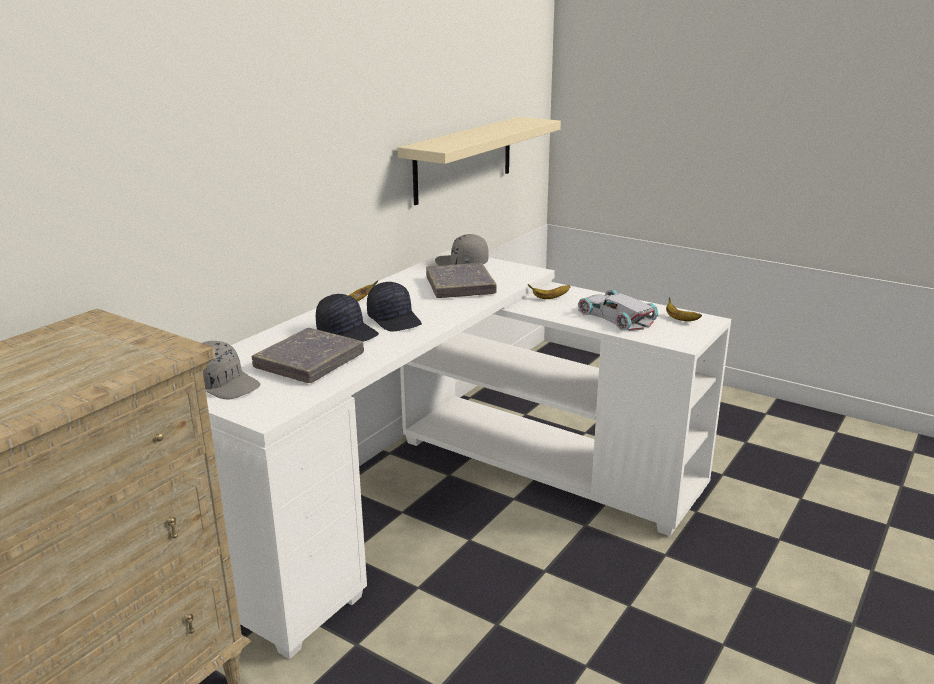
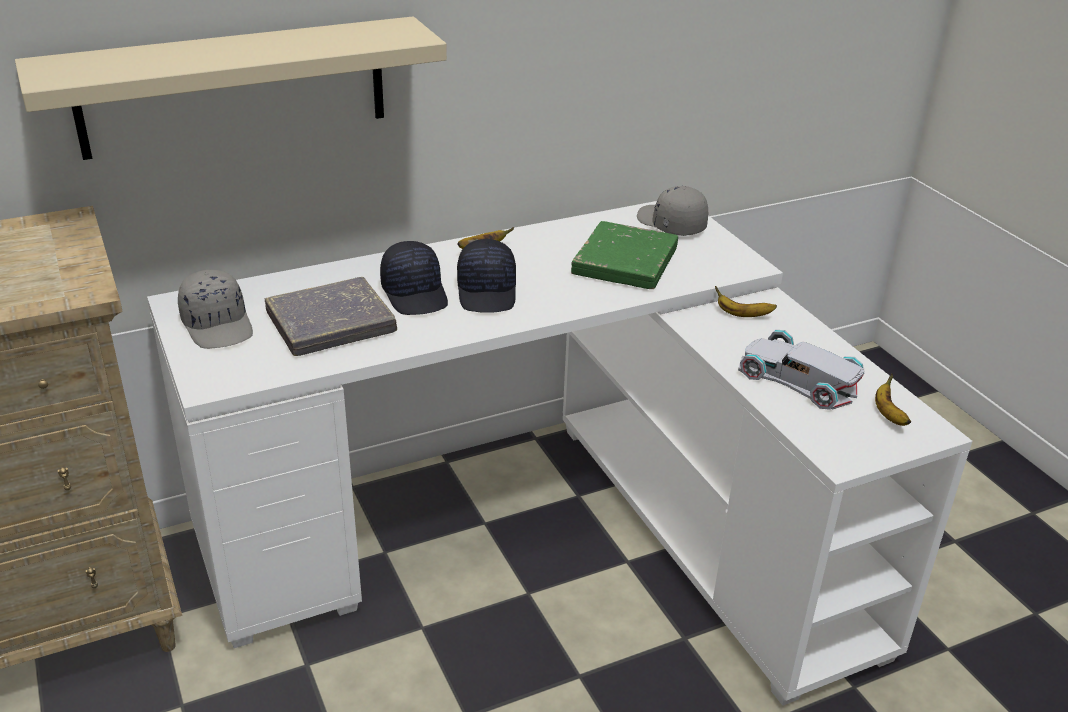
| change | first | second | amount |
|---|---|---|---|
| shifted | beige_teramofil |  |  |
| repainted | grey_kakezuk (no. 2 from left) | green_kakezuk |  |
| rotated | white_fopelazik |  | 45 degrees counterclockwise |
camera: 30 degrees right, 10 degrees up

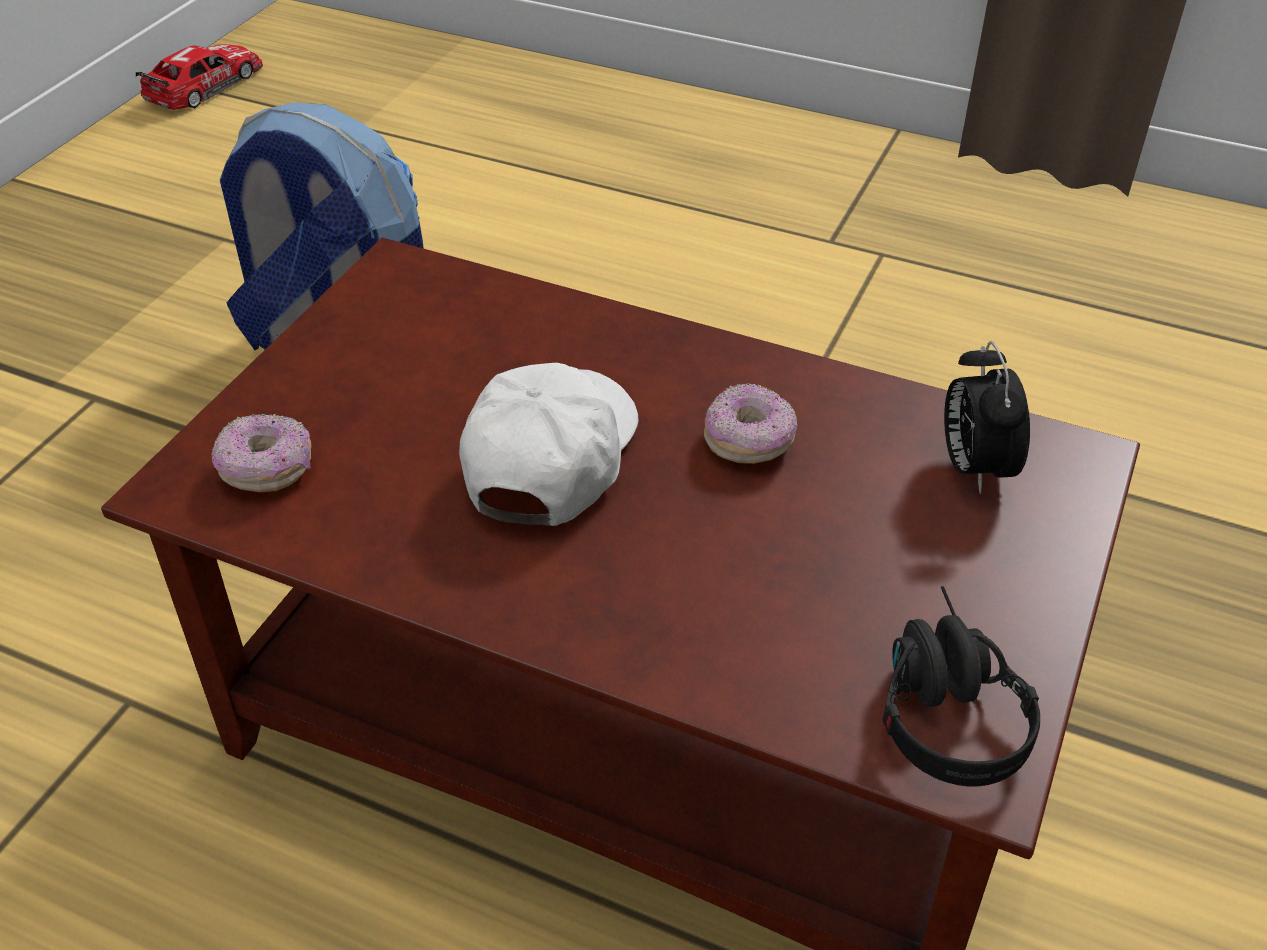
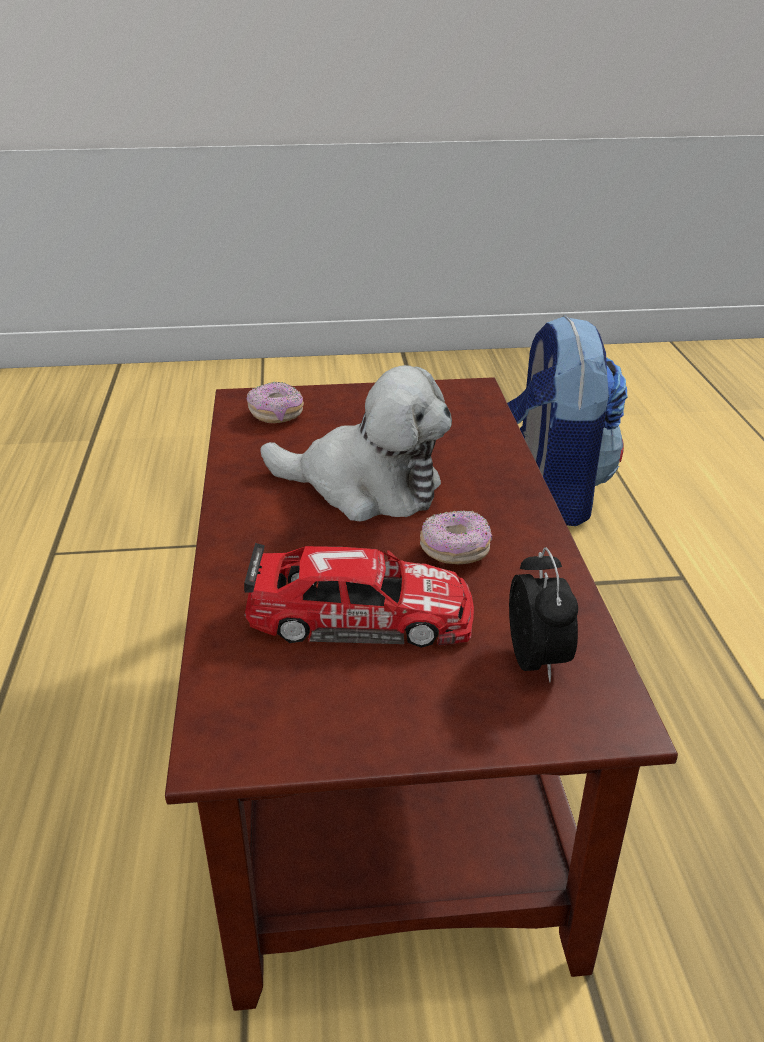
| change | first | second | amount |
|---|---|---|---|
| shifted | fopelazik |  |  |
| swapped | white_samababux | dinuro |  |
| rotated | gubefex |  | 120 degrees clockwise |
| gone | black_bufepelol |  |  |
camera: 60 degrees right, 10 degrees down

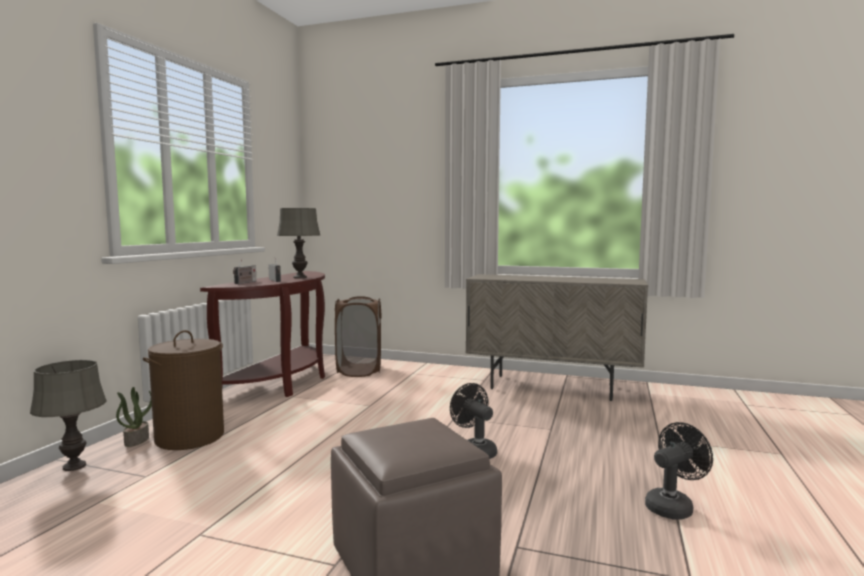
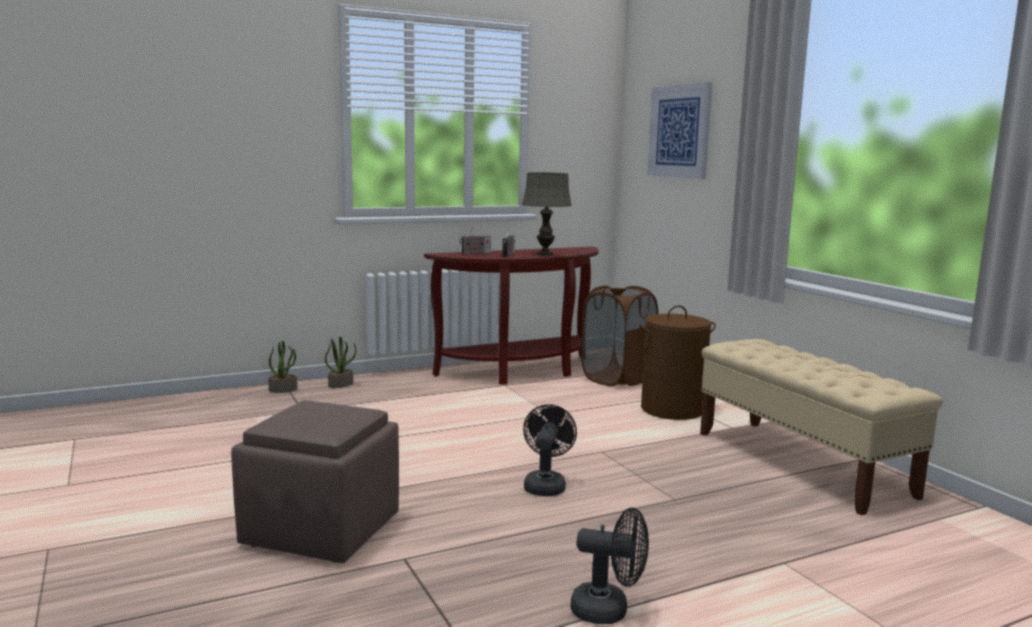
| change | first | second | amount |
|---|---|---|---|
| swapped | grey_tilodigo (no. 1 from left) | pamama (no. 1 from left) |  |
| shifted | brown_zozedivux (no. 1 from left in the first image) | brown_zozedivux (no. 2 from left) |  |
| new |  | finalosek |  |
| swapped | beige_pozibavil | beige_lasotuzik |  |
camera: 45 degrees right, 5 degrees up

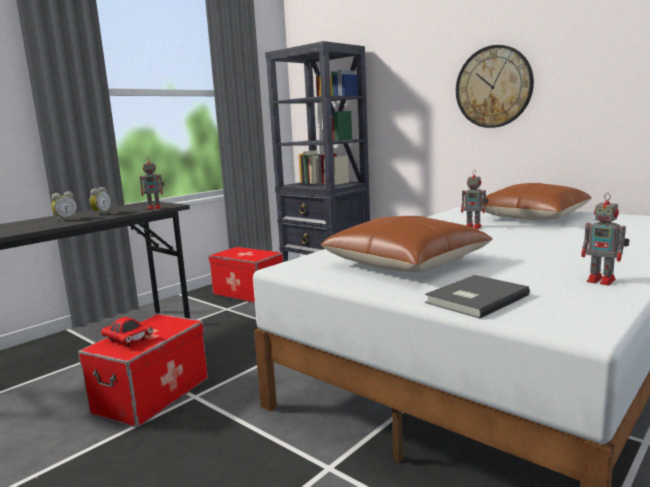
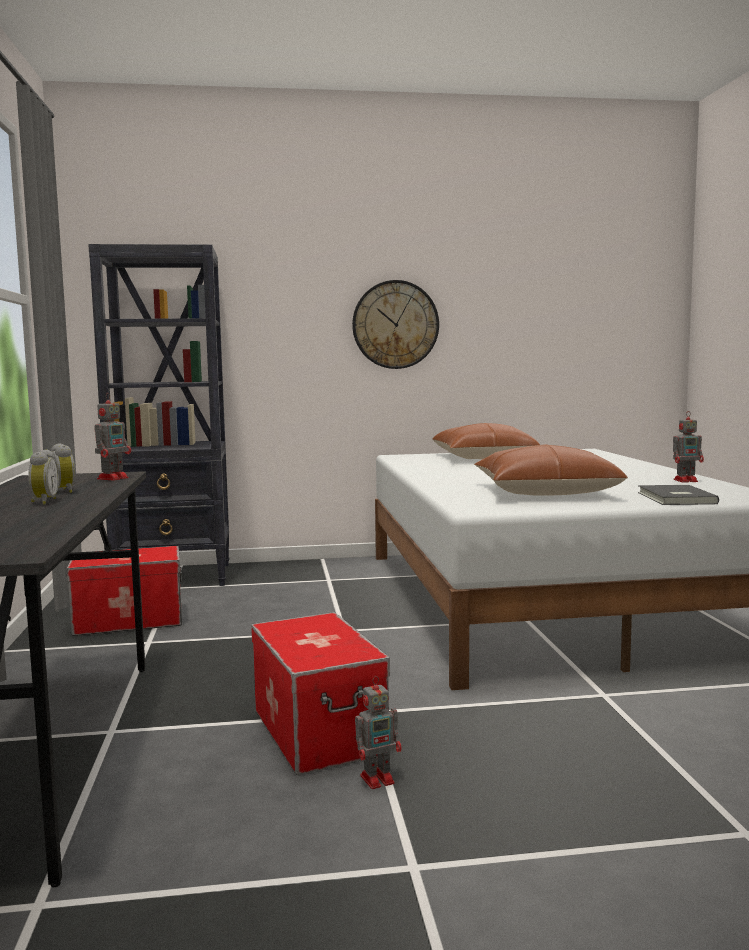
| change | first | second | amount |
|---|---|---|---|
| shifted | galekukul (no. 2 from left) |  |  |
| gone | red_fopelazik |  |  |
camera: 50 degrees left, 5 degrees down

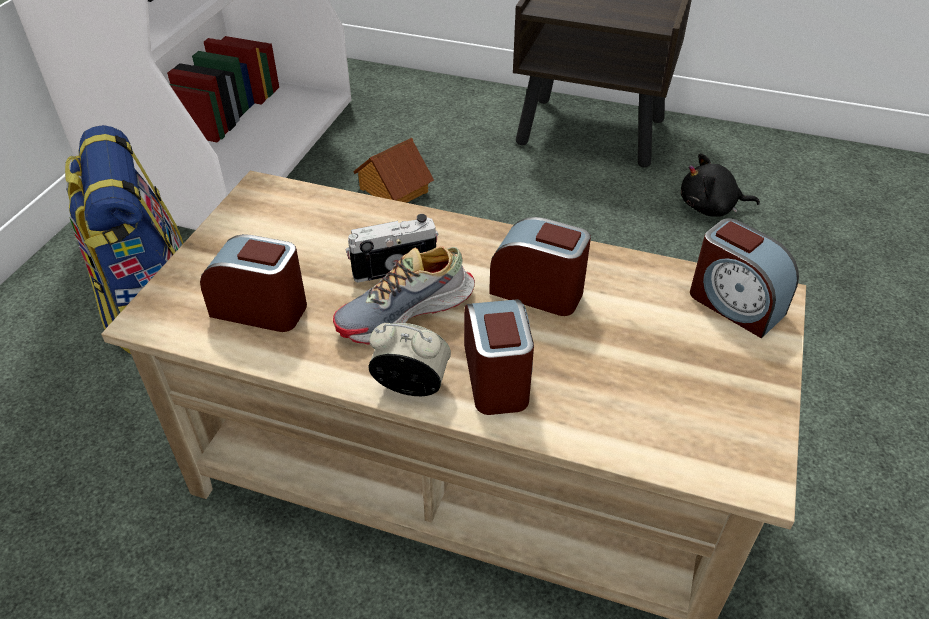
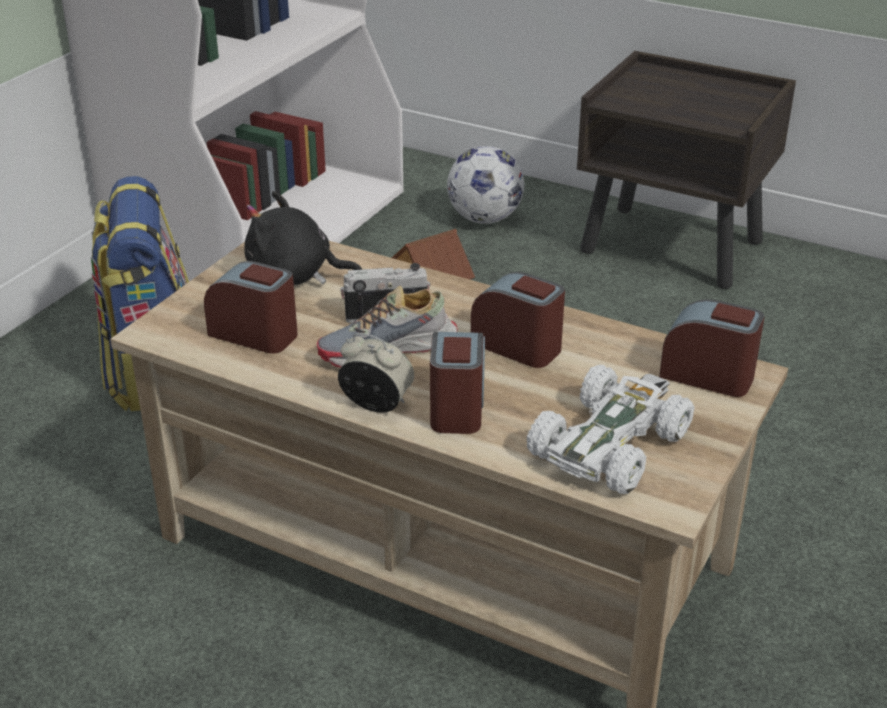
| change | first | second | amount |
|---|---|---|---|
| shifted | black_dinuro |  |  |
| new |  | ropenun |  |
| new |  | white_fopelazik |  |
| rotated | gubefex (no. 5 from left) |  | 150 degrees clockwise |
camera: 10 degrees right, 10 degrees down

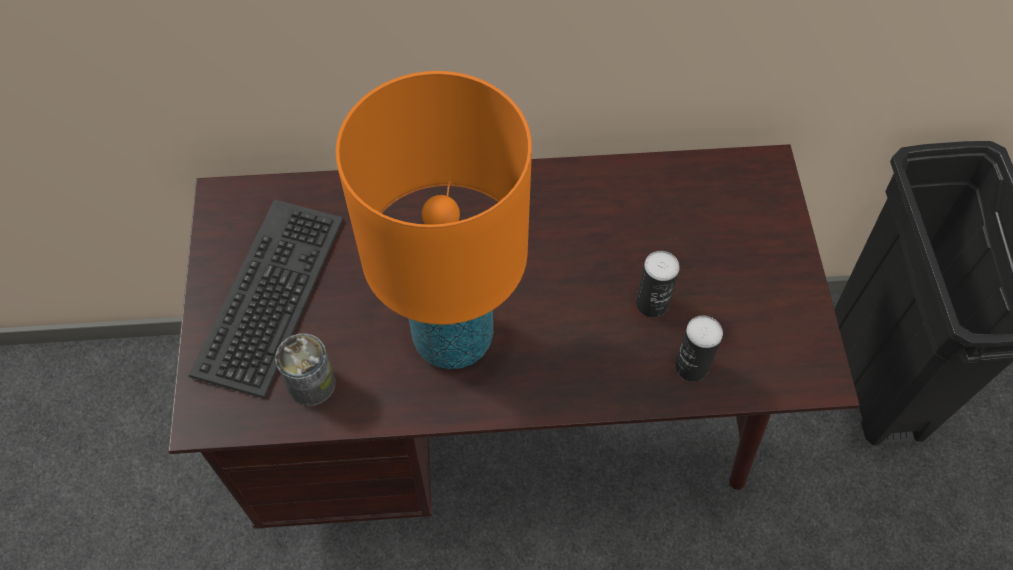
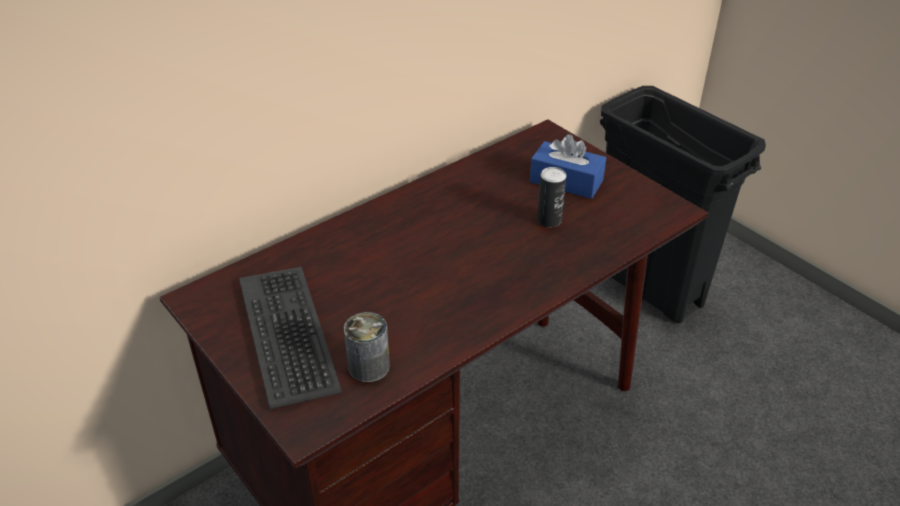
| change | first | second | amount |
|---|---|---|---|
| new |  | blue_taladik |  |
| gone | orange_tilodigo |  |  |
| gone | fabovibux (no. 3 from left) |  |  |
camera: 35 degrees left, 20 degrees down

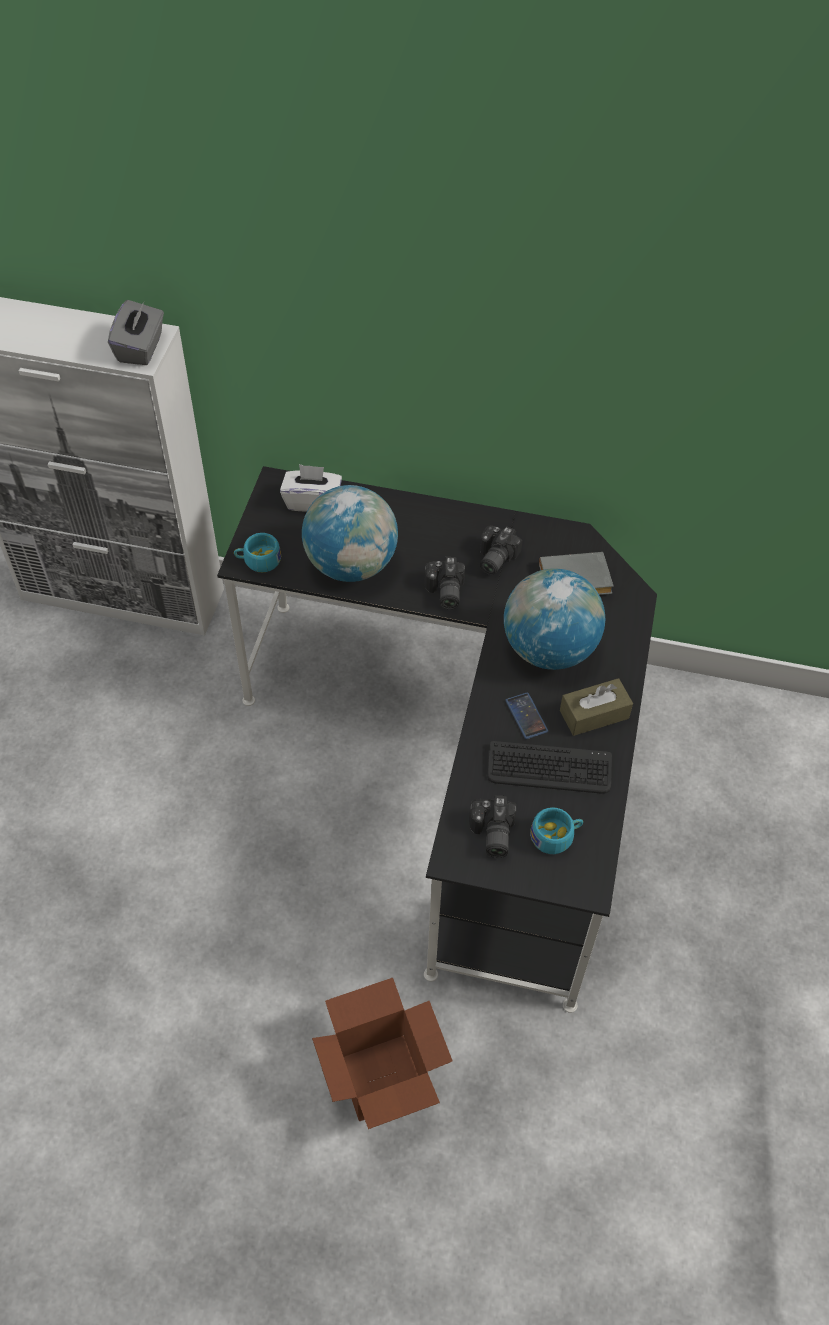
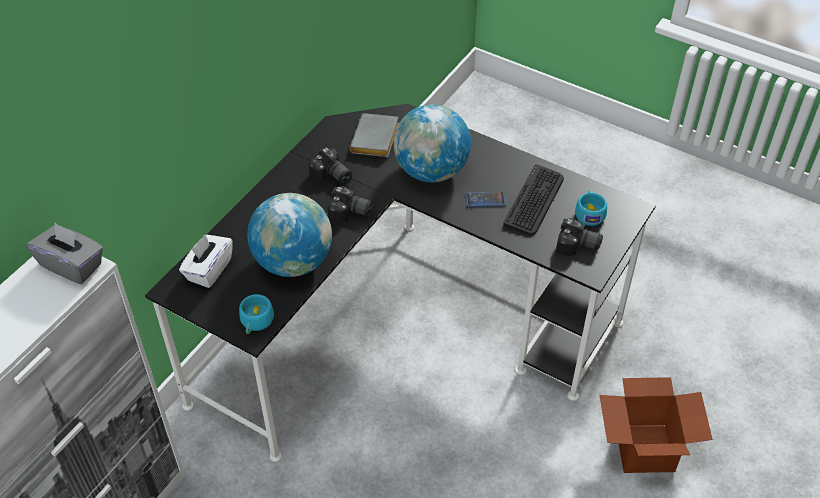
| change | first | second | amount |
|---|---|---|---|
| gone | brown_taladik |  |  |
camera: 70 degrees left, 5 degrees down

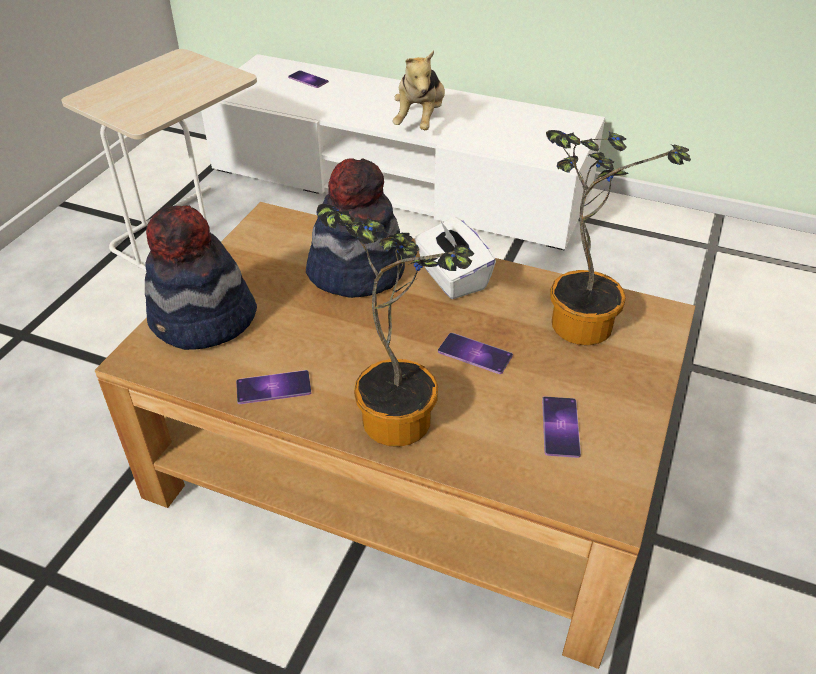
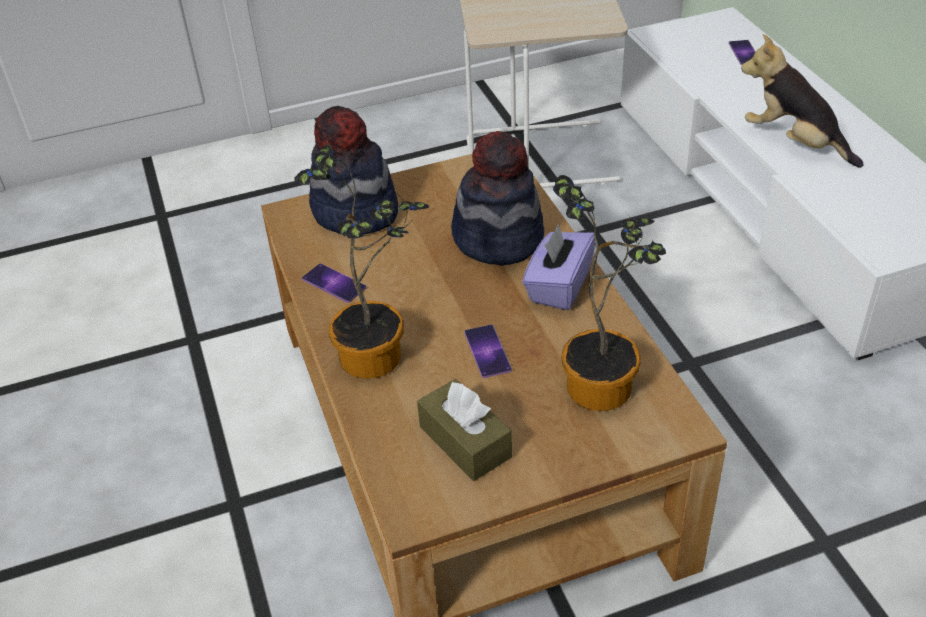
| change | first | second | amount |
|---|---|---|---|
| swapped | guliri (no. 4 from left) | brown_taladik |  |
| repainted | white_taladik | purple_taladik |  |
| rotated | dinuro |  | 75 degrees clockwise |
camera: 50 degrees right, 0 degrees up

